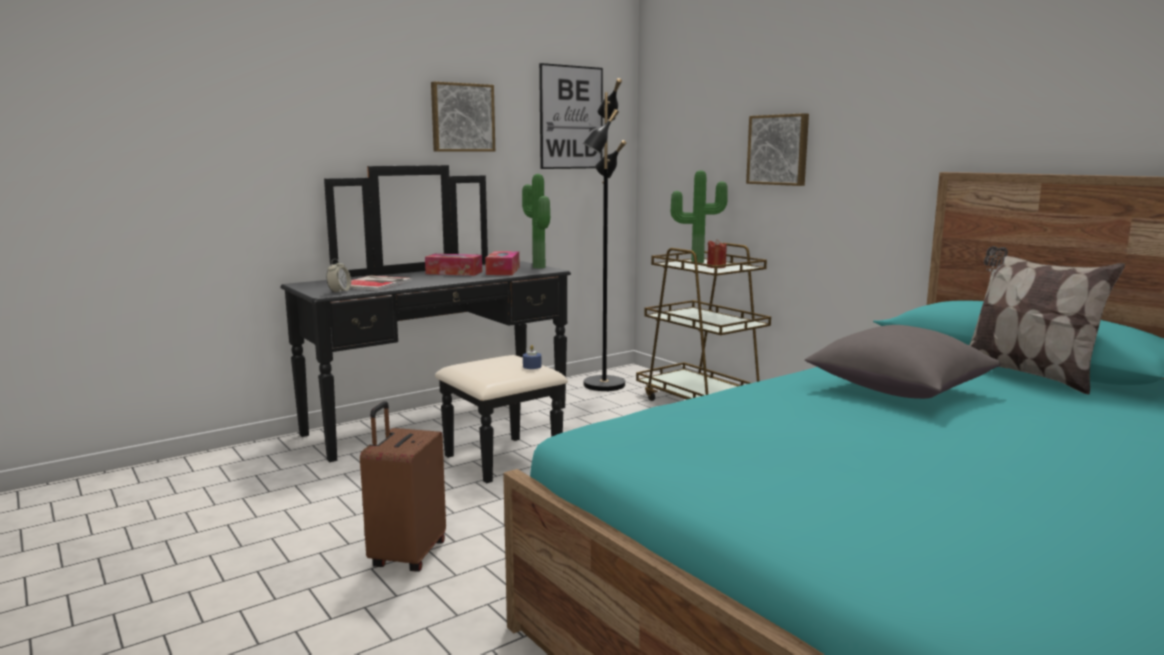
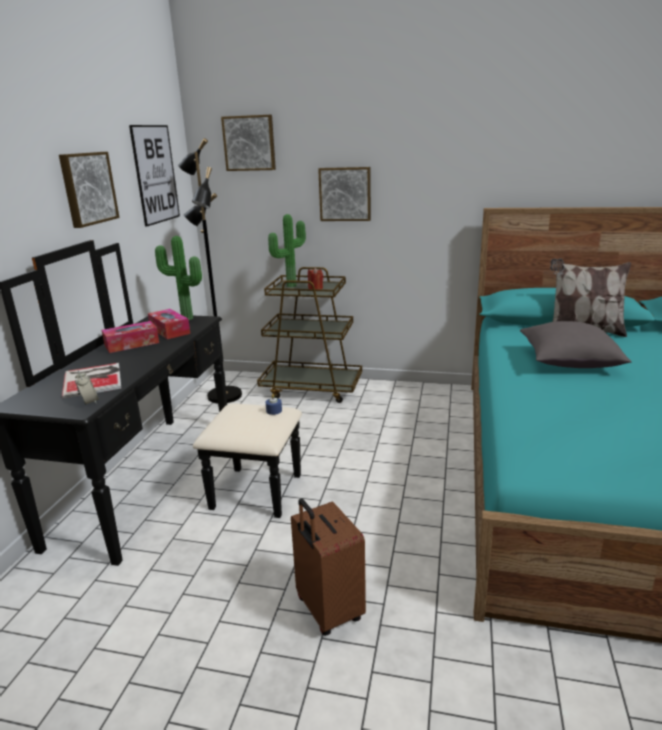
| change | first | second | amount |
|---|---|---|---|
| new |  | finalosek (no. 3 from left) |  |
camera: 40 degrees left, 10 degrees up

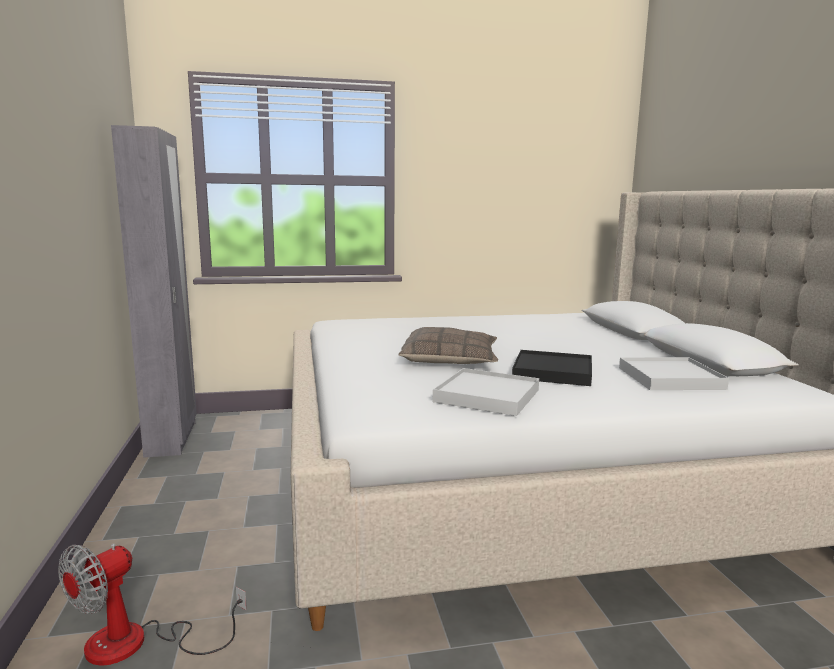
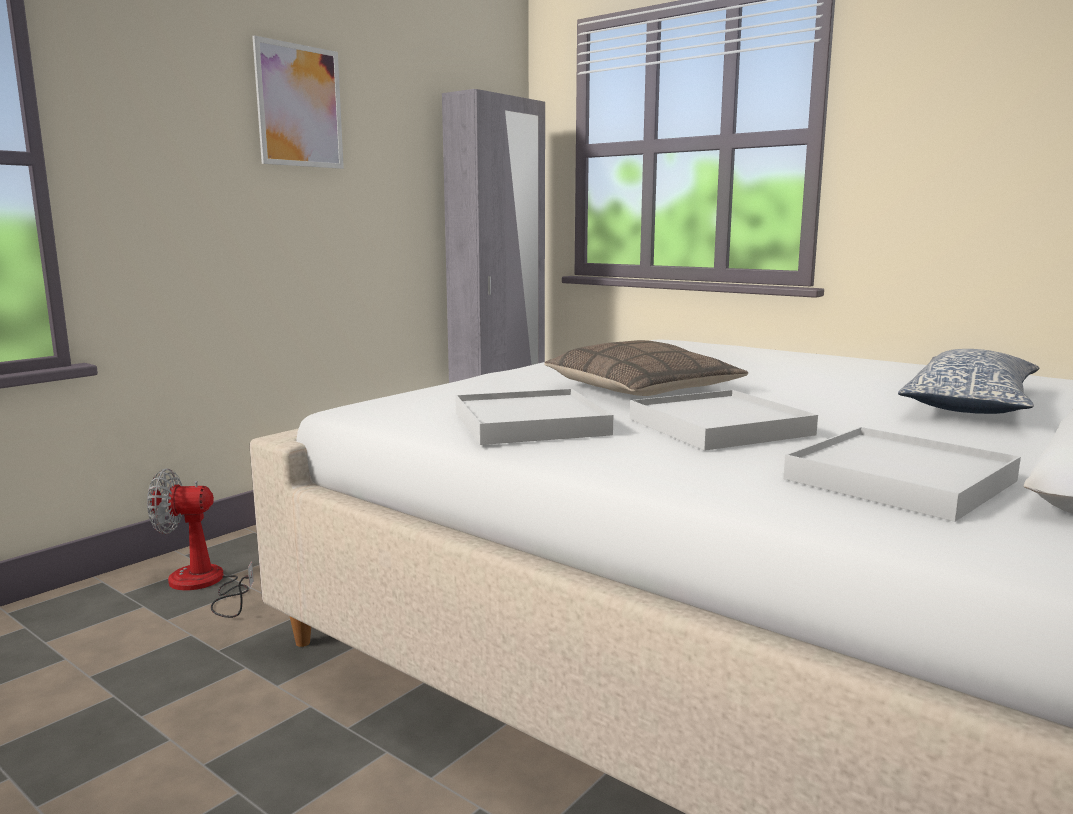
| change | first | second | amount |
|---|---|---|---|
| new |  | finalosek |  |
| repainted | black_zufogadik | white_zufogadik (no. 2 from left) |  |
| new |  | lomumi (no. 2 from left) |  |
camera: 50 degrees right, 0 degrees up

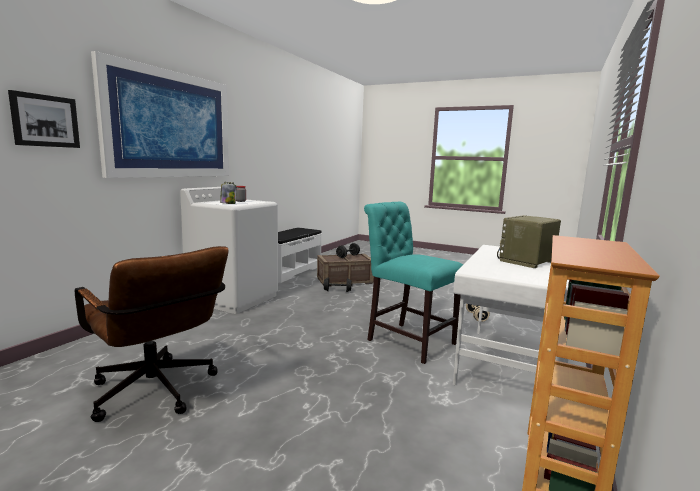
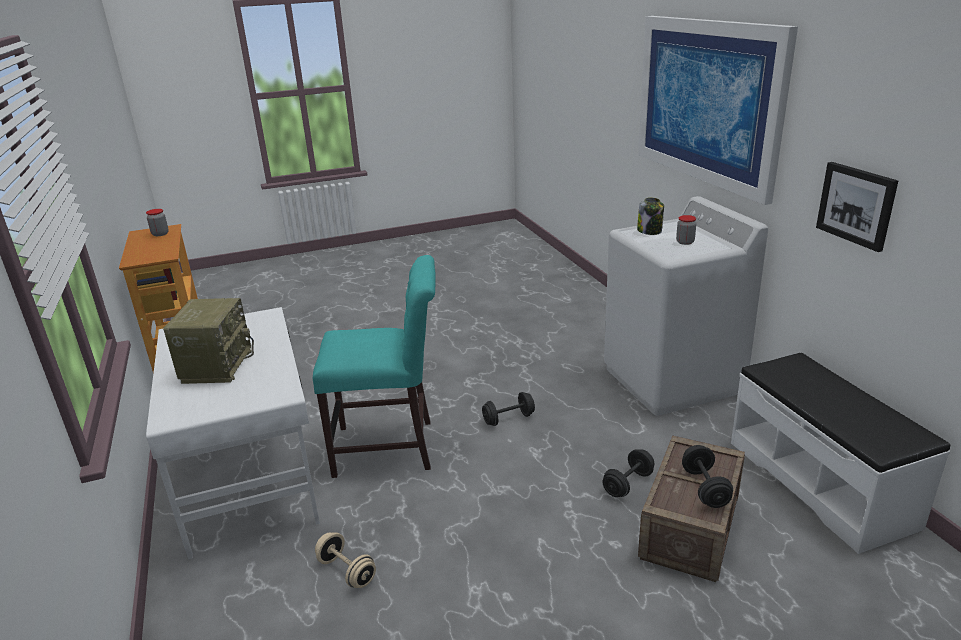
| change | first | second | amount |
|---|---|---|---|
| new |  | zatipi (no. 1 from left) |  |
| new |  | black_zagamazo (no. 1 from left) |  |
| shifted | finalosek (no. 1 from left in the first image) | finalosek (no. 2 from left) |  |
| gone | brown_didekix |  |  |
camera: 135 degrees right, 15 degrees up

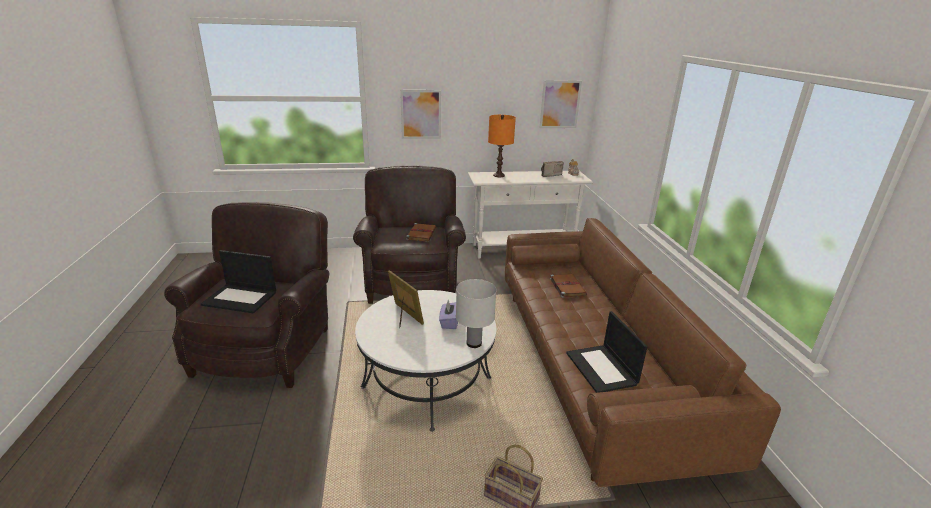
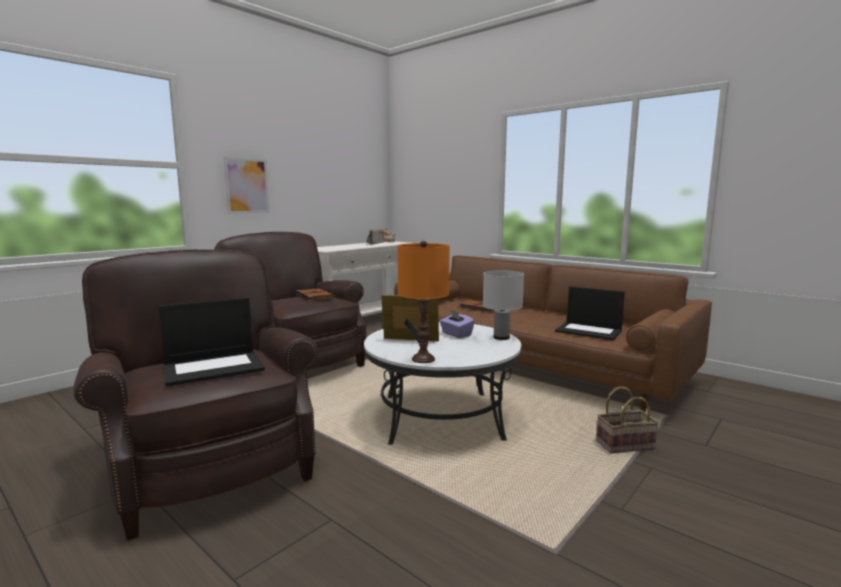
| change | first | second | amount |
|---|---|---|---|
| shifted | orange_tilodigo |  |  |
| gone | finalosek (no. 2 from left) |  |  |
camera: 40 degrees left, 15 degrees down

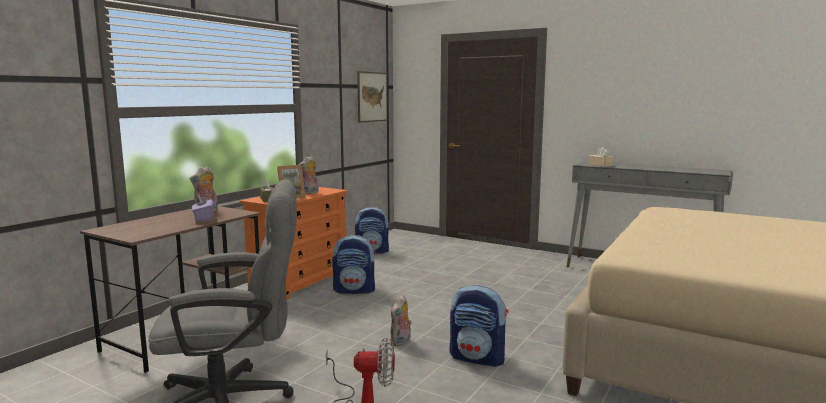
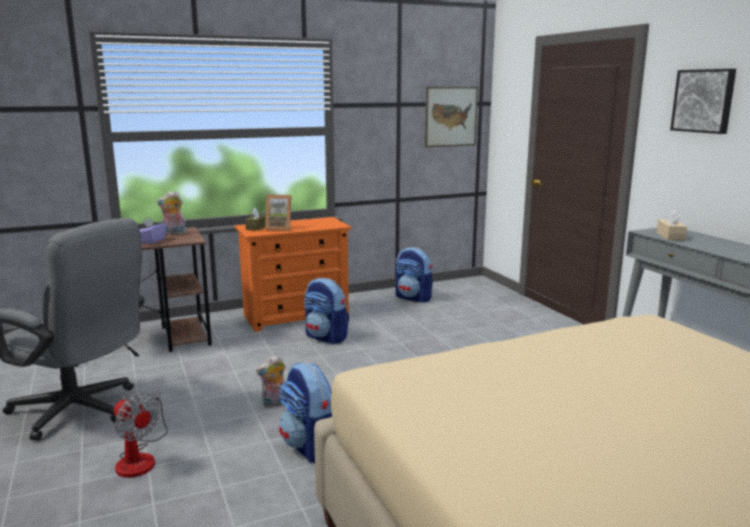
| change | first | second | amount |
|---|---|---|---|
| new |  | finalosek (no. 2 from left) |  |
| gone | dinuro (no. 2 from left) |  |  |
camera: 35 degrees right, 5 degrees up

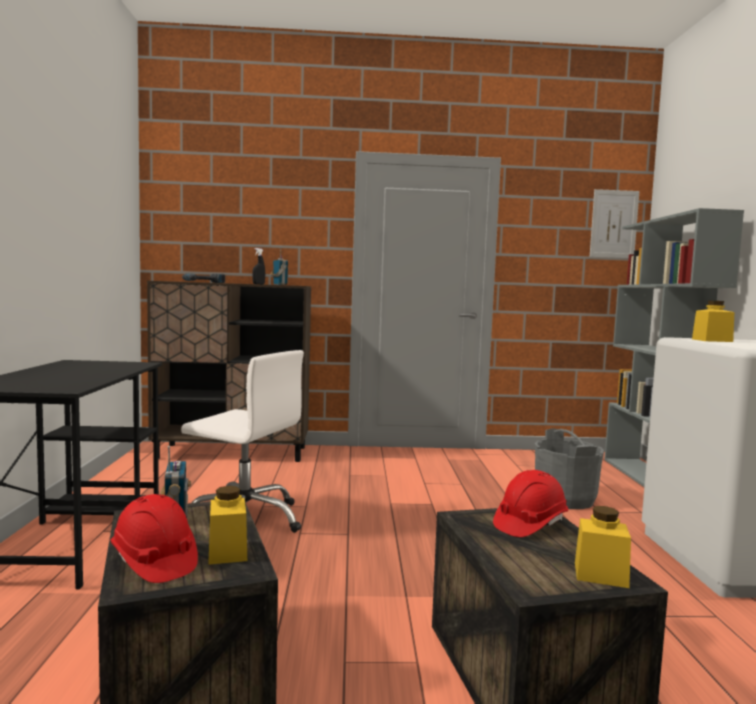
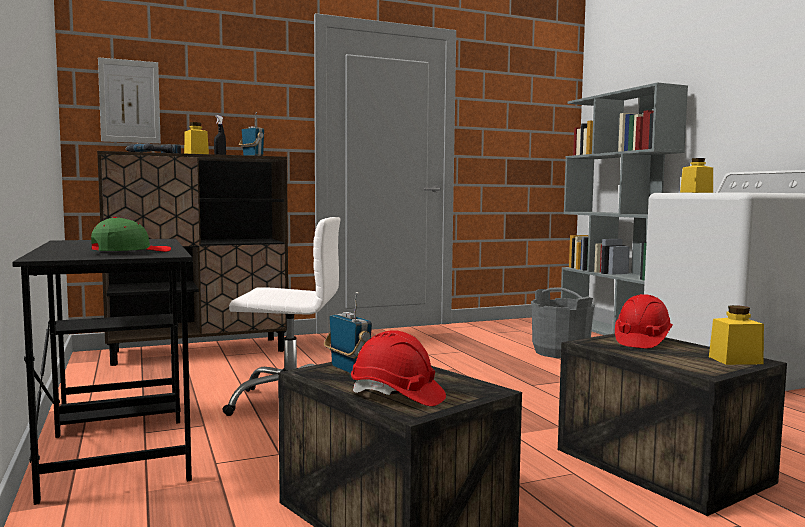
| change | first | second | amount |
|---|---|---|---|
| new |  | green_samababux |  |
| shifted | finalosek |  |  |
| shifted | yellow_zatipi (no. 1 from left) |  |  |
camera: 20 degrees left, 0 degrees up

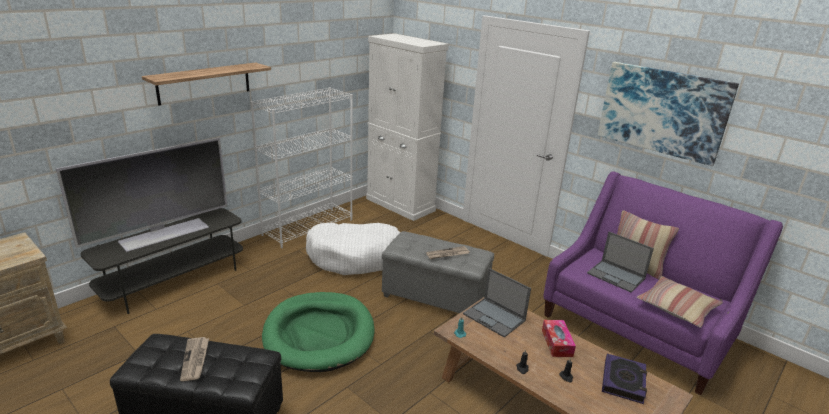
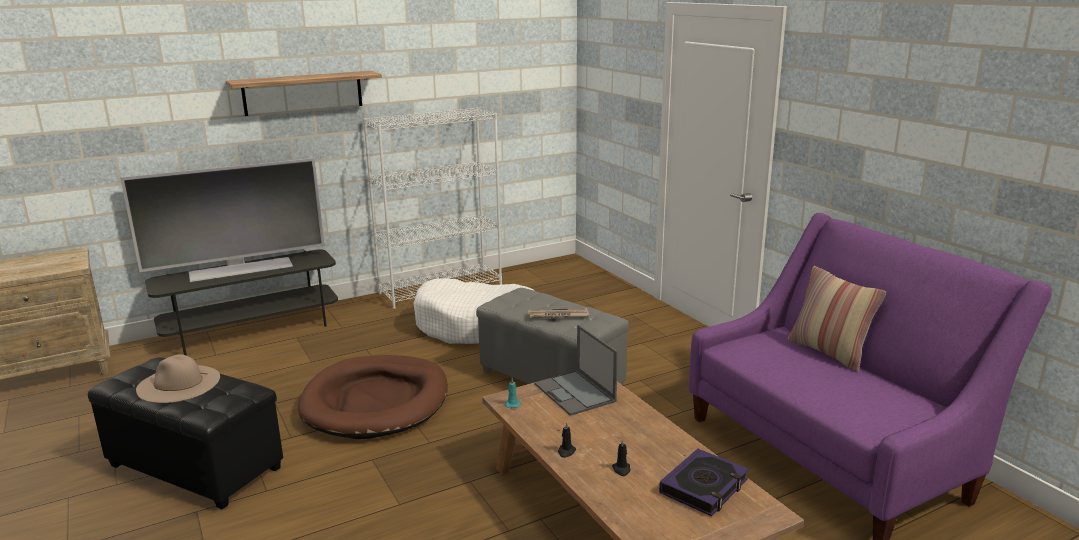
| change | first | second | amount |
|---|---|---|---|
| swapped | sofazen (no. 1 from left) | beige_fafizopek |  |
| repainted | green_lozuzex | brown_lozuzex |  |
| gone | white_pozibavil |  |  |
| gone | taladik |  |  |
| gone | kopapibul (no. 2 from left) |  |  |
| gone | finalosek |  |  |
| gone | lomumi (no. 2 from left) |  |  |
camera: 20 degrees right, 5 degrees down

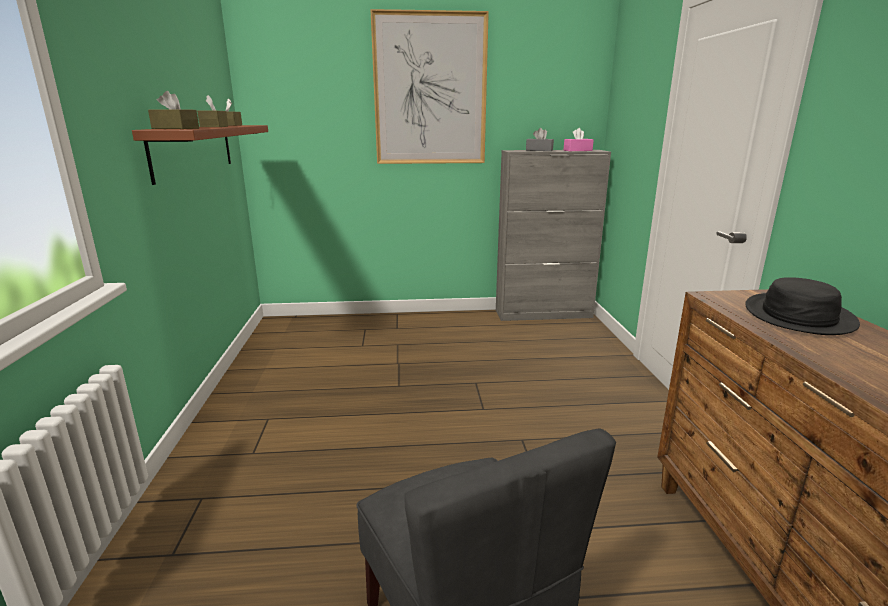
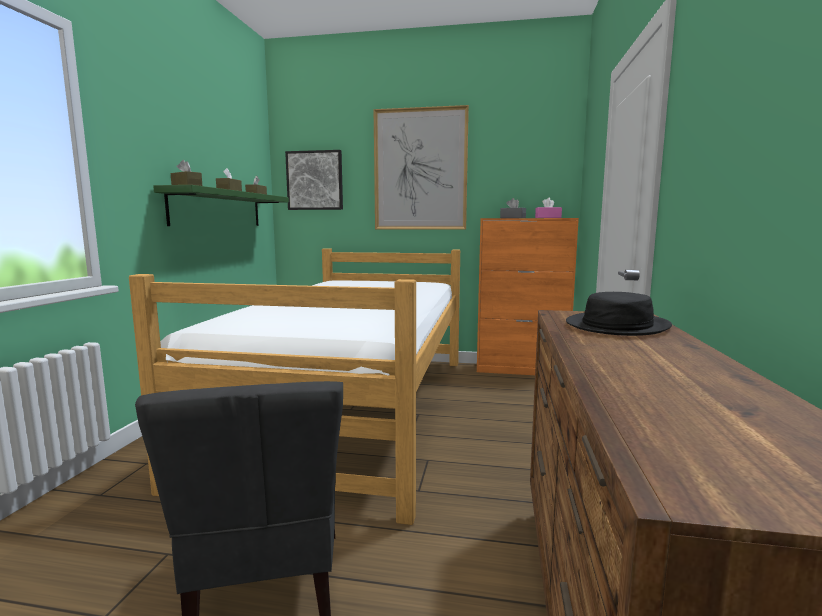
| change | first | second | amount |
|---|---|---|---|
| new |  | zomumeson |  |
| repainted | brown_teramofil | green_teramofil |  |
| new |  | finalosek (no. 1 from left) |  |
| repainted | grey_pozibavil | orange_pozibavil |  |
camera: 15 degrees right, 10 degrees down

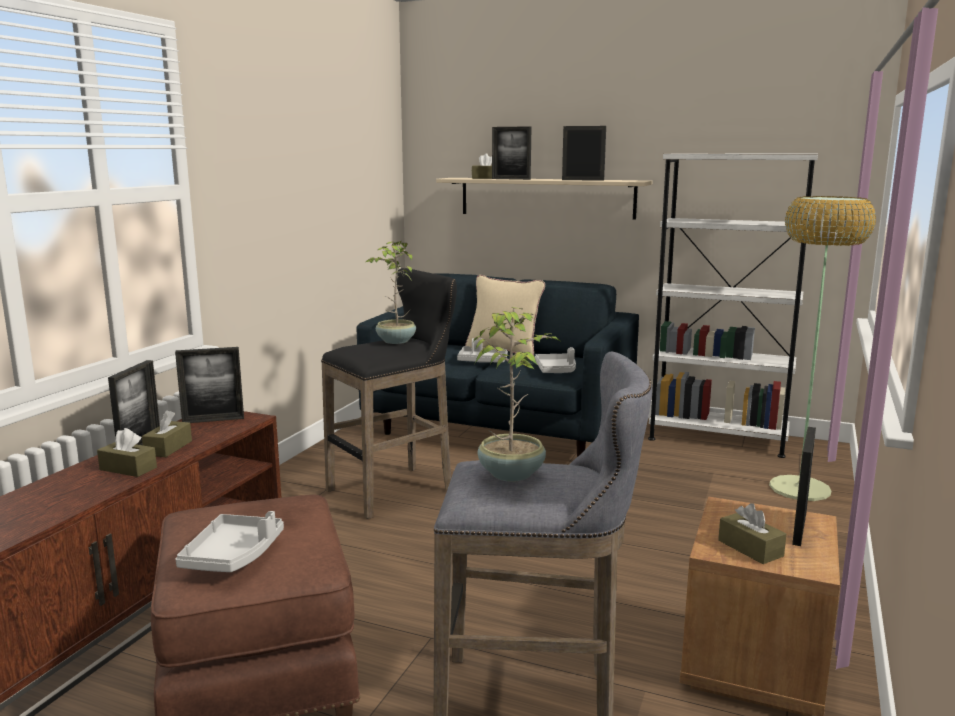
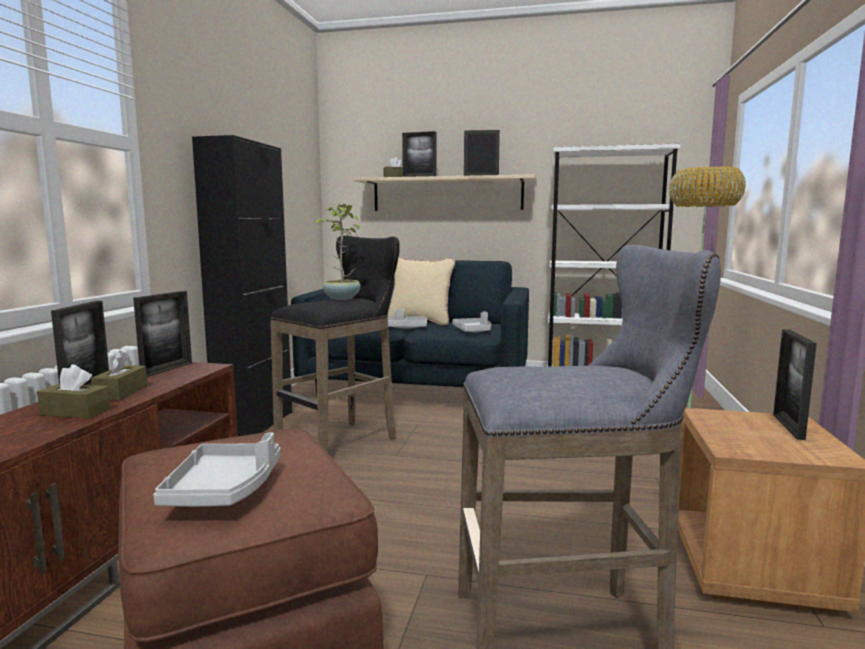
| change | first | second | amount |
|---|---|---|---|
| rotated | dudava (no. 2 from left) |  | 45 degrees counterclockwise |
| new |  | black_pozibavil |  |
| gone | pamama (no. 2 from left) |  |  |
| gone | brown_taladik (no. 4 from left) |  |  |
camera: 10 degrees left, 5 degrees down

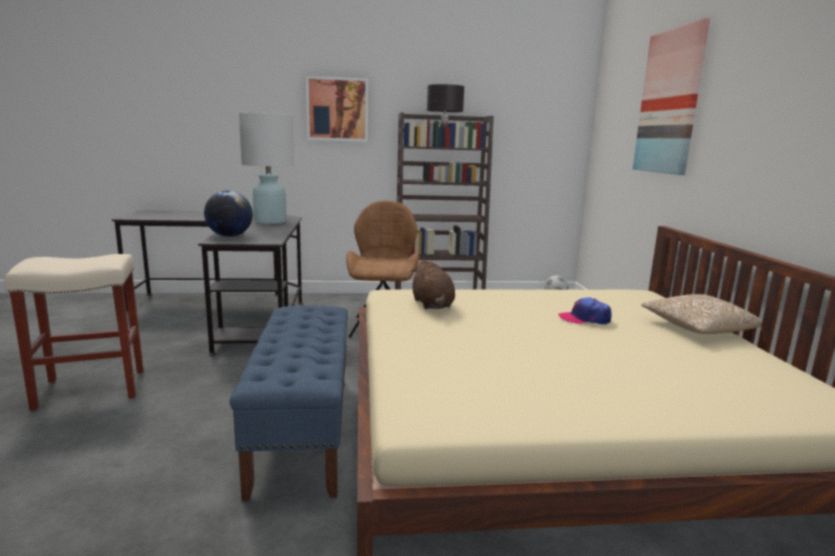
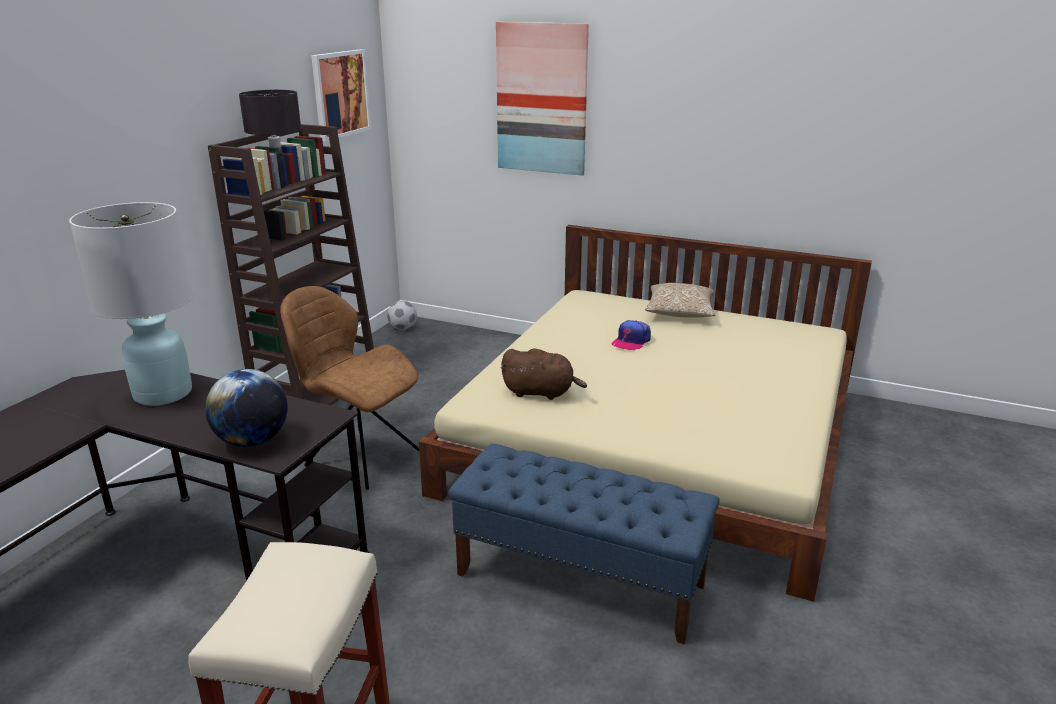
| change | first | second | amount |
|---|---|---|---|
| shifted | finalosek (no. 1 from left) |  |  |
camera: 60 degrees left, 10 degrees up

